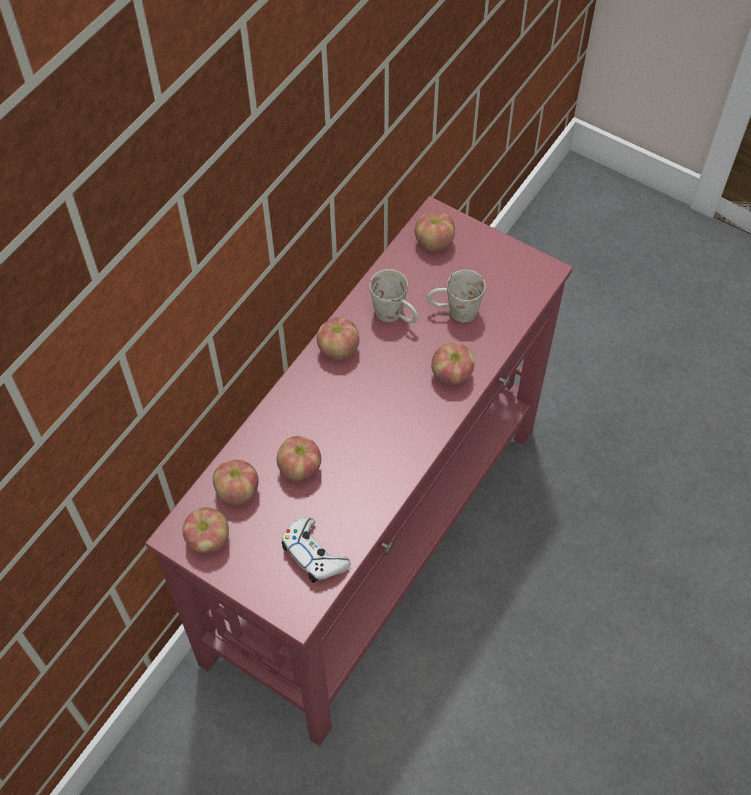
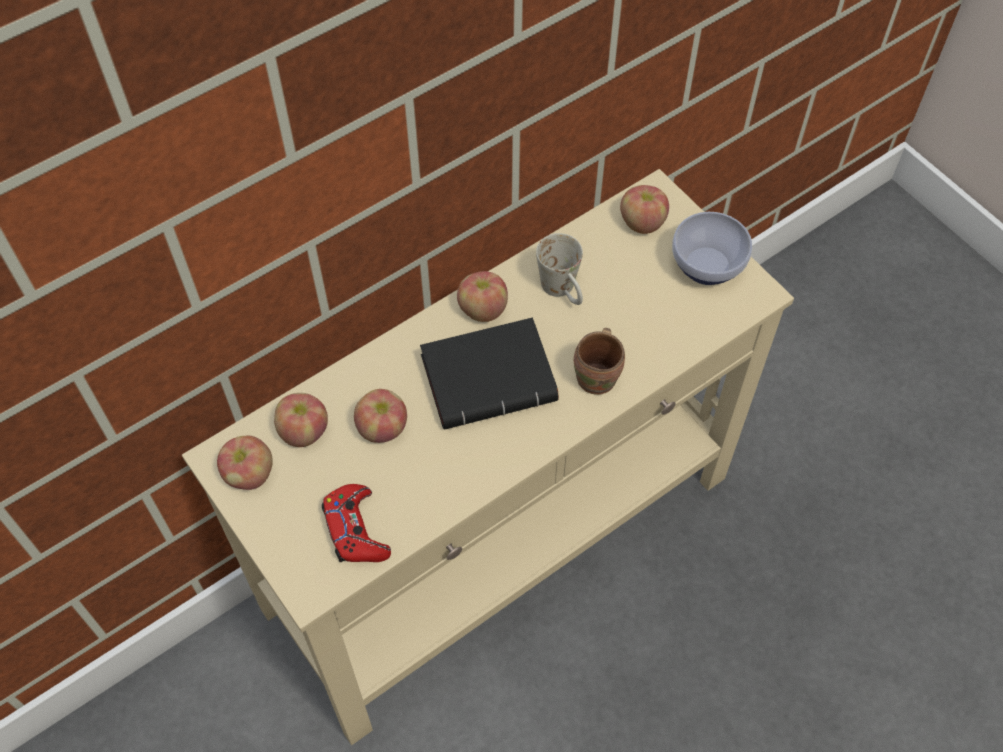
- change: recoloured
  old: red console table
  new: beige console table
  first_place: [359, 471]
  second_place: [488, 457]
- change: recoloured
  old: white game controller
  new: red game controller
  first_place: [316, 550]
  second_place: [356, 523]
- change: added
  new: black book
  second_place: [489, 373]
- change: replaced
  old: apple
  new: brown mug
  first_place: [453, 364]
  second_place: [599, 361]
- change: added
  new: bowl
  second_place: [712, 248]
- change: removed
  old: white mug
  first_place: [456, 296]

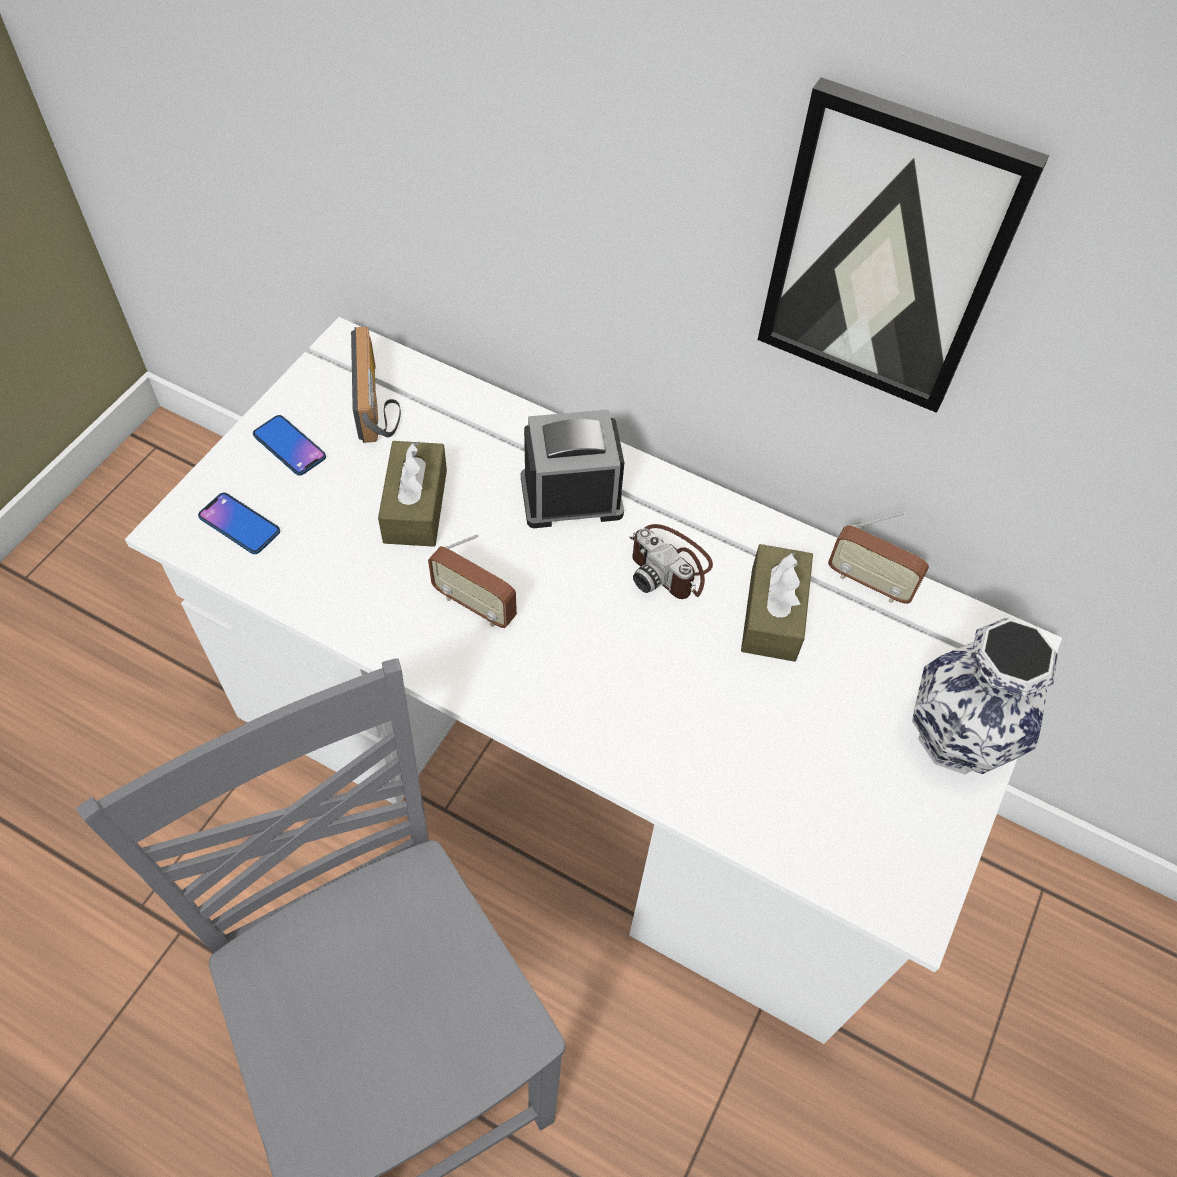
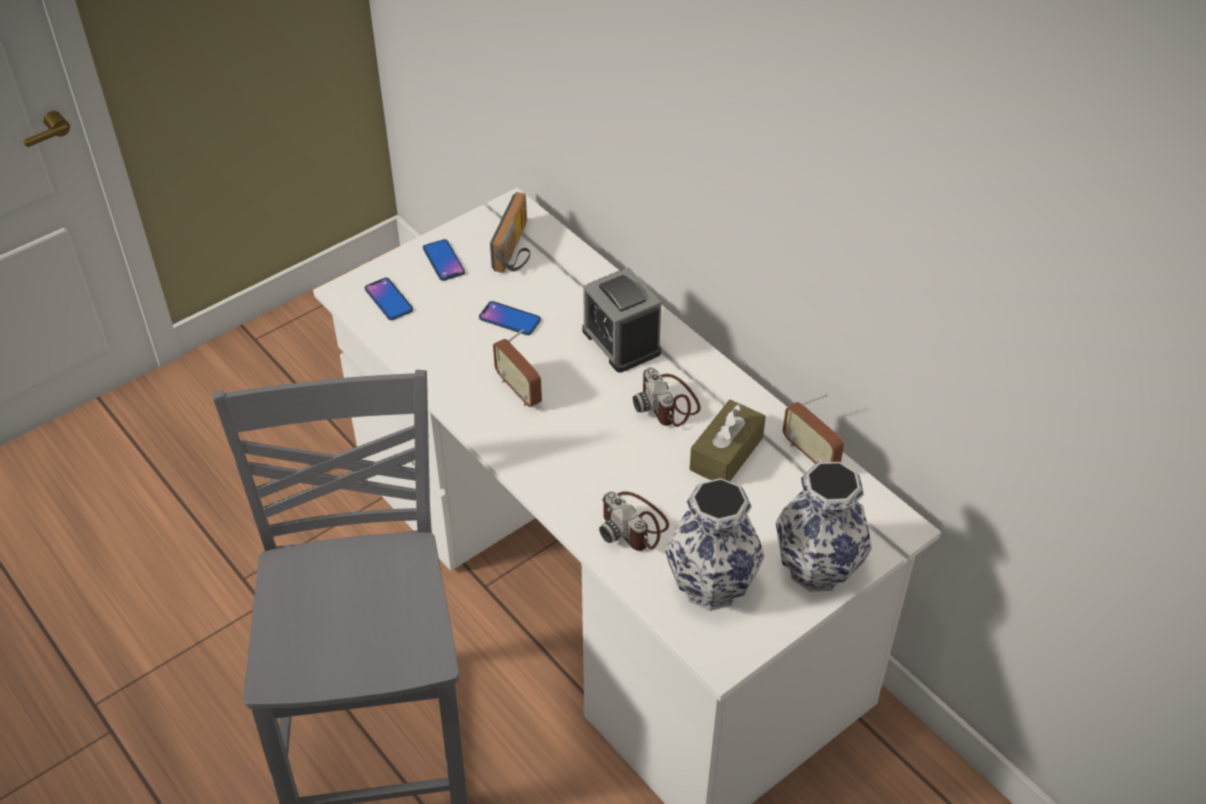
- change: replaced
  old: brown tissue box
  new: phone
  first_place: [412, 494]
  second_place: [510, 318]
- change: turned
  old: alarm clock
  first_place: [572, 469]
  second_place: [622, 320]
  degrees: -135
- change: added
  new: photo camera
  second_place: [634, 521]
- change: added
  new: vase
  second_place: [714, 544]
- change: removed
  old: picture
  first_place: [903, 245]

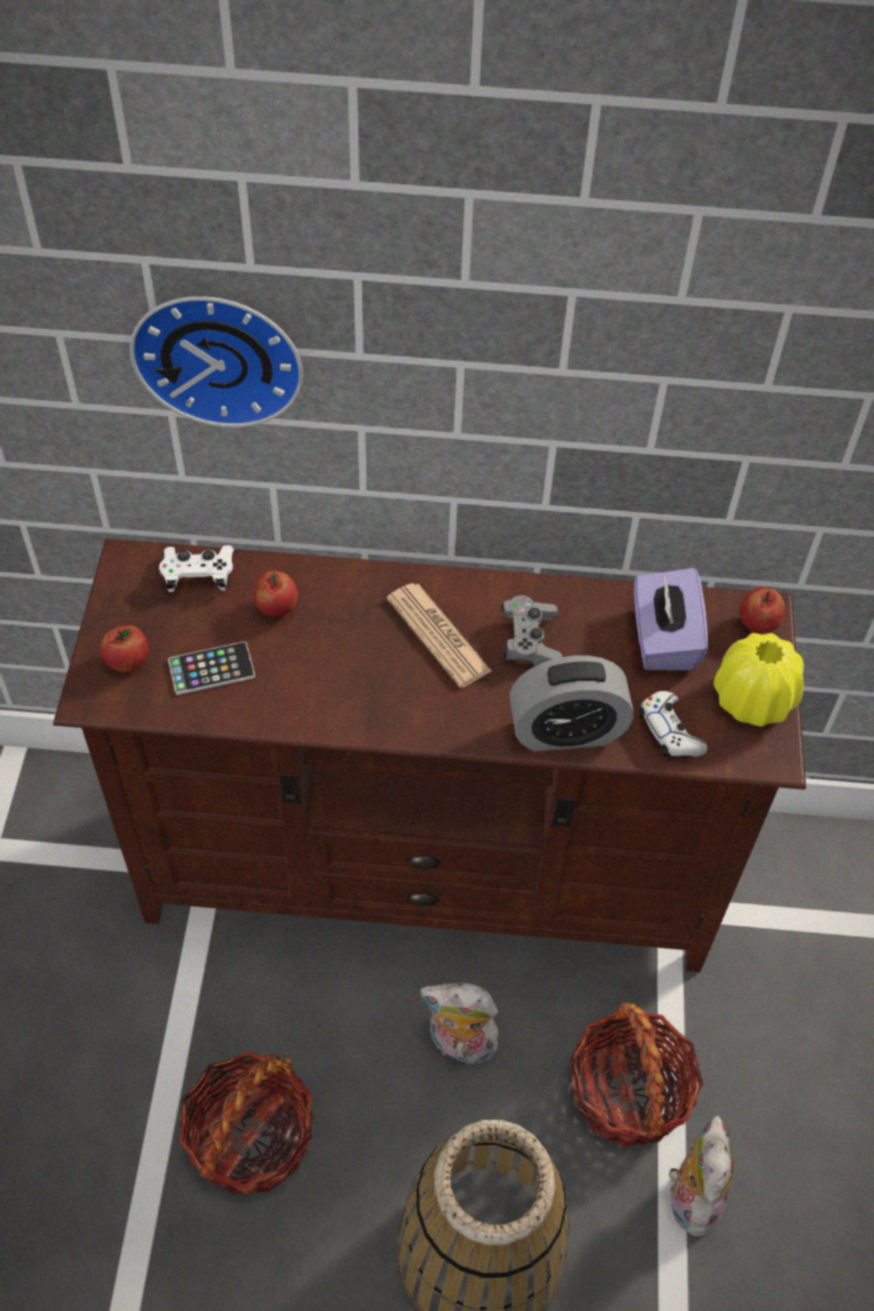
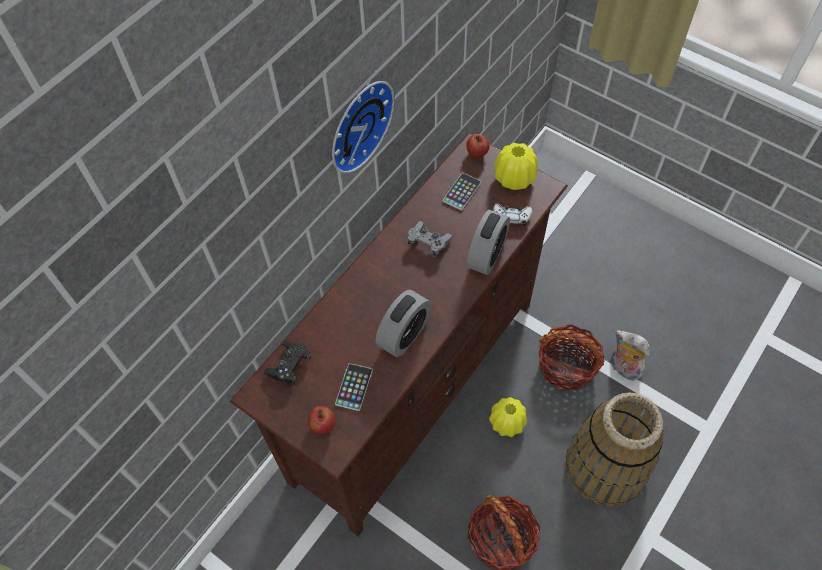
- change: recoloured
  old: white game controller
  new: black game controller
  first_place: [196, 568]
  second_place: [288, 362]
- change: moved
  old: wall clock
  first_place: [216, 362]
  second_place: [363, 127]
- change: added
  new: alarm clock
  second_place: [404, 323]
- change: replaced
  old: purple tissue box
  new: phone
  first_place: [671, 619]
  second_place: [462, 192]
- change: replaced
  old: plush toy
  new: yellow vase
  first_place: [459, 1025]
  second_place: [508, 417]
- change: removed
  old: apple
  first_place: [275, 593]
- change: removed
  old: newspaper
  first_place: [439, 635]

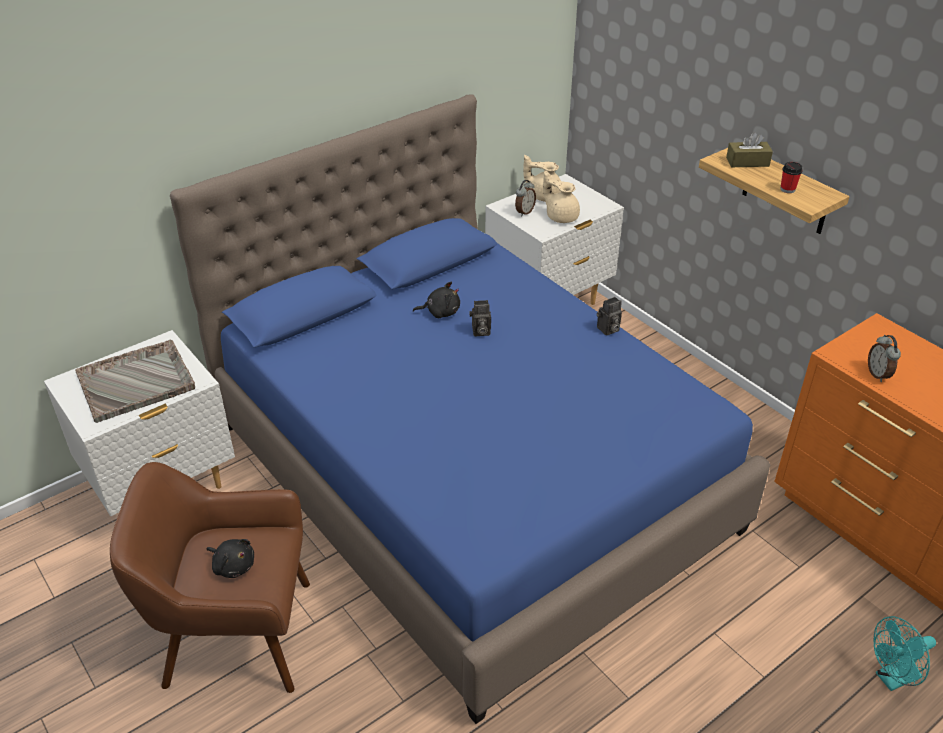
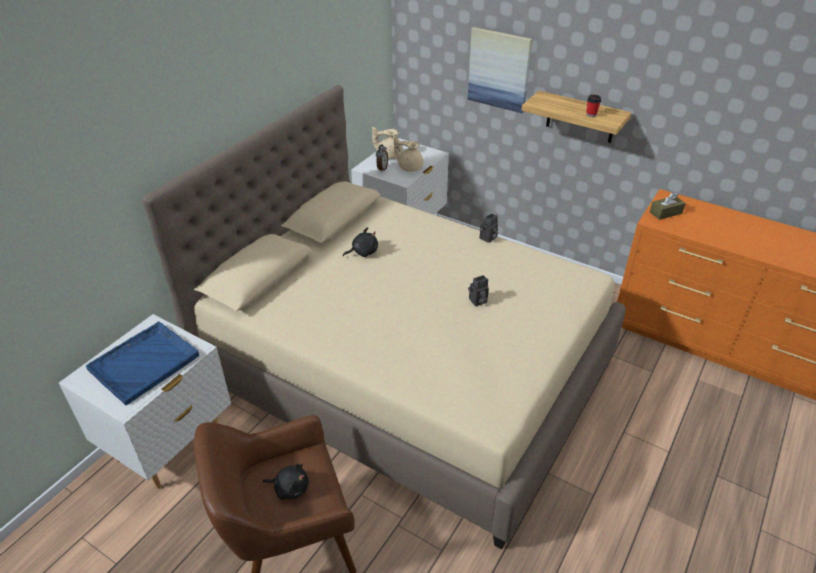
- change: recoloured
  old: grey tray
  new: blue tray
  first_place: [135, 381]
  second_place: [142, 363]
- change: recoloured
  old: blue bed
  new: beige bed
  first_place: [470, 409]
  second_place: [384, 317]
- change: added
  new: picture
  second_place: [500, 70]
- change: moved
  old: photo camera
  first_place: [480, 318]
  second_place: [478, 290]
- change: moved
  old: brown tissue box
  first_place: [749, 149]
  second_place: [668, 206]
- change: removed
  old: alarm clock
  first_place: [884, 358]
- change: removed
  old: turquoise fan
  first_place: [904, 653]

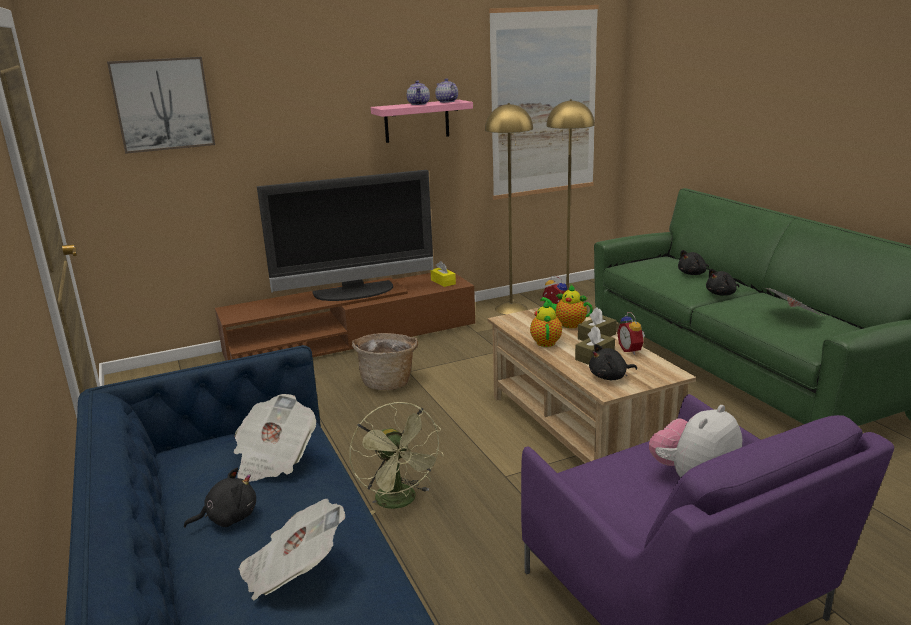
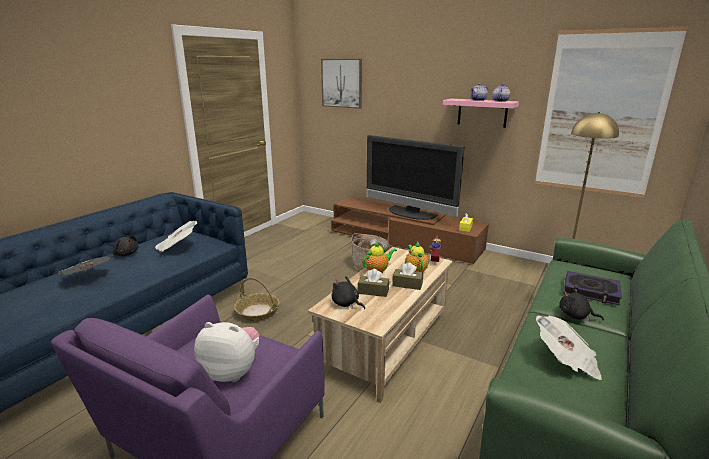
- change: replaced
  old: green fan
  new: basket
  first_place: [396, 458]
  second_place: [257, 299]
- change: replaced
  old: black plush toy
  new: book
  first_place: [693, 262]
  second_place: [593, 288]
- change: removed
  old: yellow floor lamp
  first_place: [509, 208]
- change: removed
  old: alarm clock
  first_place: [631, 333]

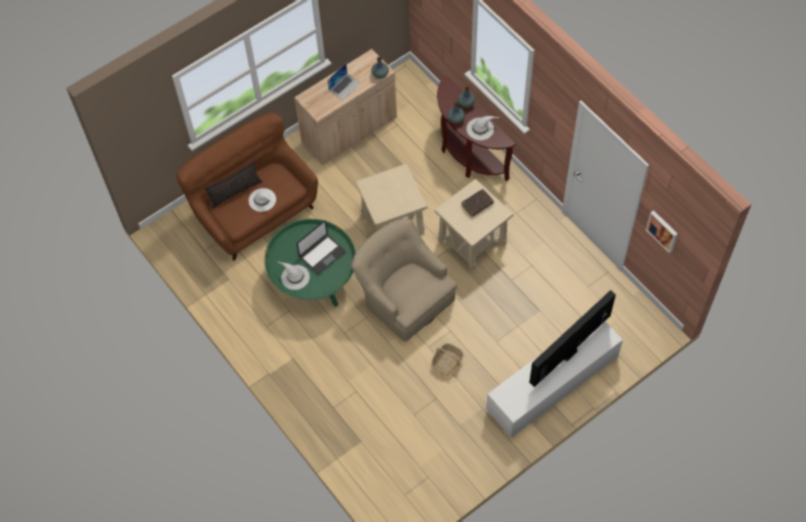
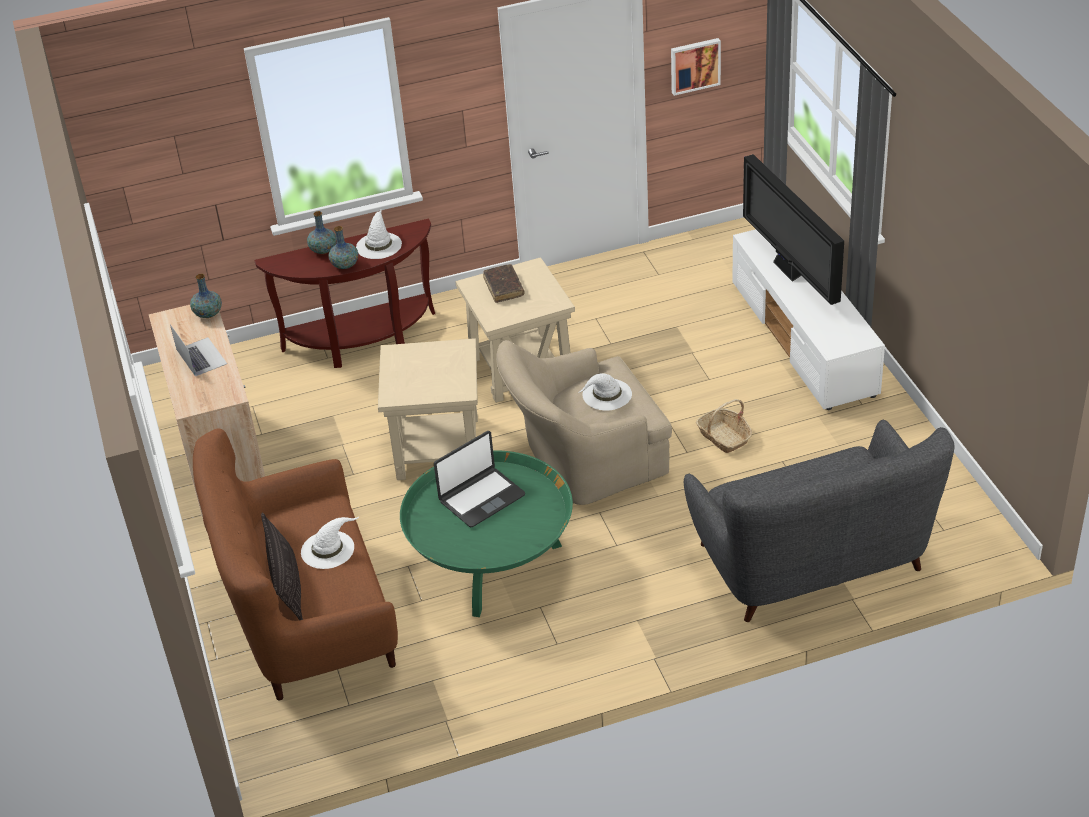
- change: turned
  old: laptop
  first_place: [321, 247]
  second_place: [479, 479]
  degrees: 75
- change: moved
  old: white hat
  first_place: [293, 275]
  second_place: [605, 391]
- change: added
  new: grey sofa
  second_place: [819, 521]

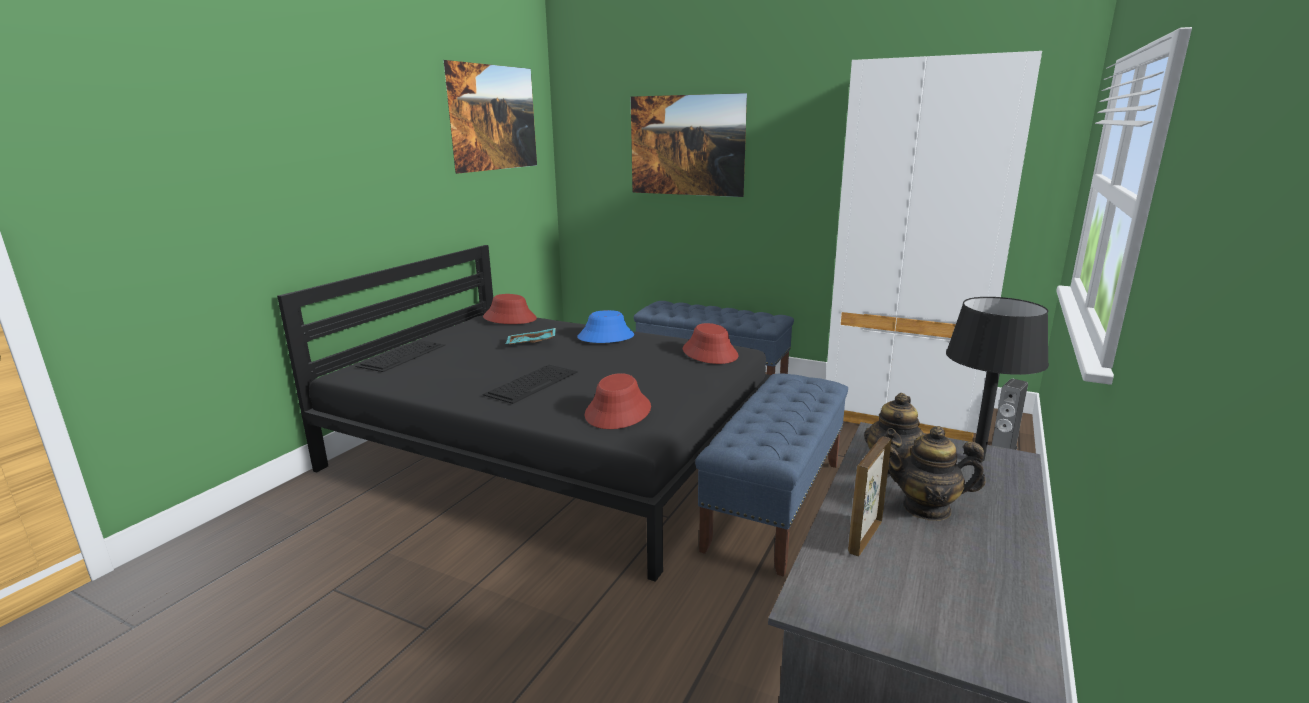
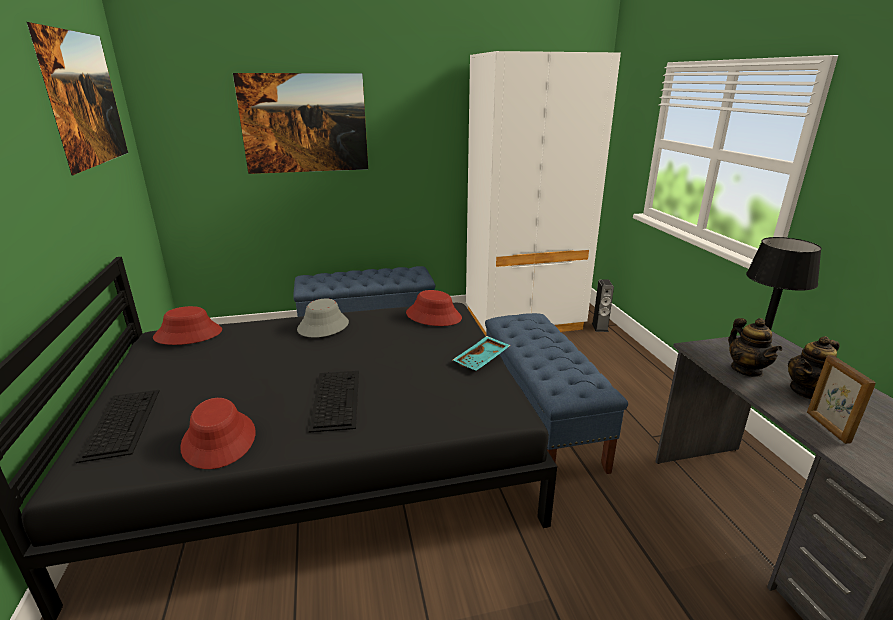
- change: moved
  old: red hat
  first_place: [618, 401]
  second_place: [218, 433]
- change: recoloured
  old: blue hat
  new: grey hat
  first_place: [605, 326]
  second_place: [323, 318]
- change: moved
  old: turquoise tray
  first_place: [531, 336]
  second_place: [482, 353]

